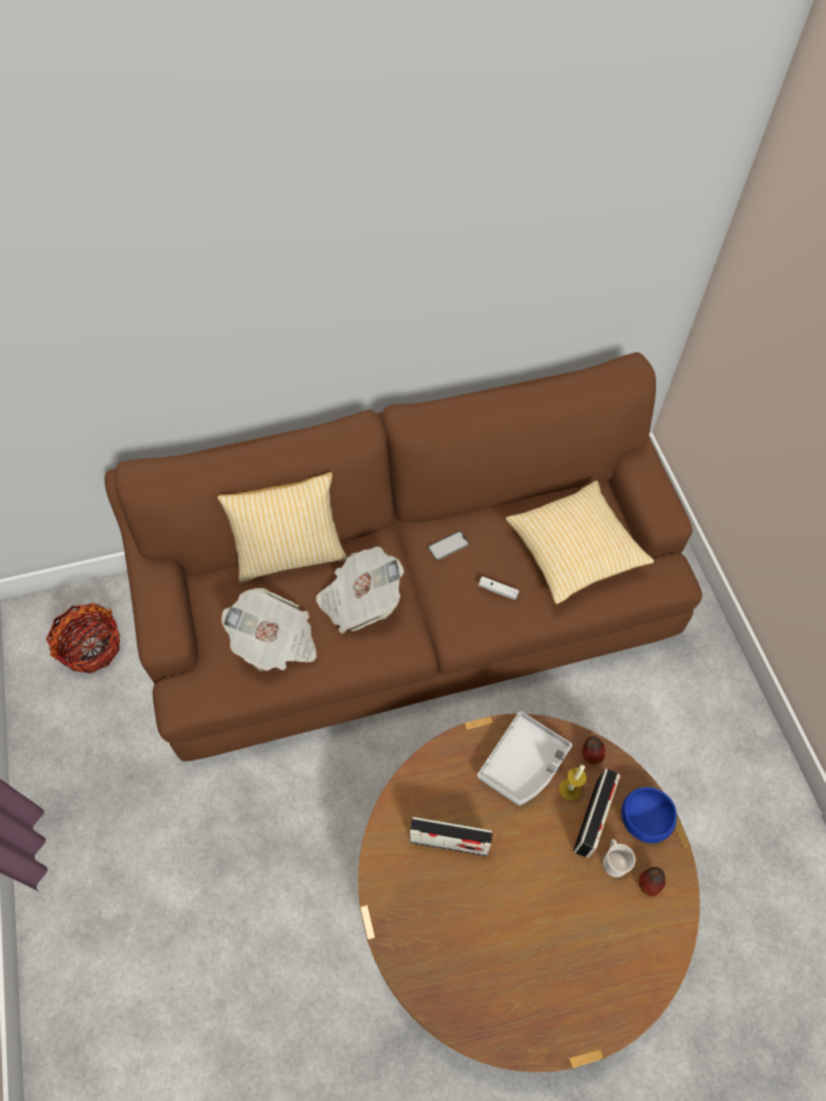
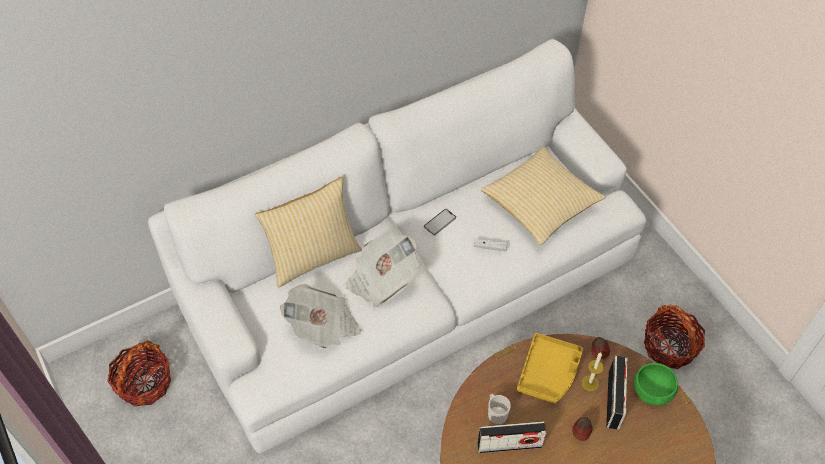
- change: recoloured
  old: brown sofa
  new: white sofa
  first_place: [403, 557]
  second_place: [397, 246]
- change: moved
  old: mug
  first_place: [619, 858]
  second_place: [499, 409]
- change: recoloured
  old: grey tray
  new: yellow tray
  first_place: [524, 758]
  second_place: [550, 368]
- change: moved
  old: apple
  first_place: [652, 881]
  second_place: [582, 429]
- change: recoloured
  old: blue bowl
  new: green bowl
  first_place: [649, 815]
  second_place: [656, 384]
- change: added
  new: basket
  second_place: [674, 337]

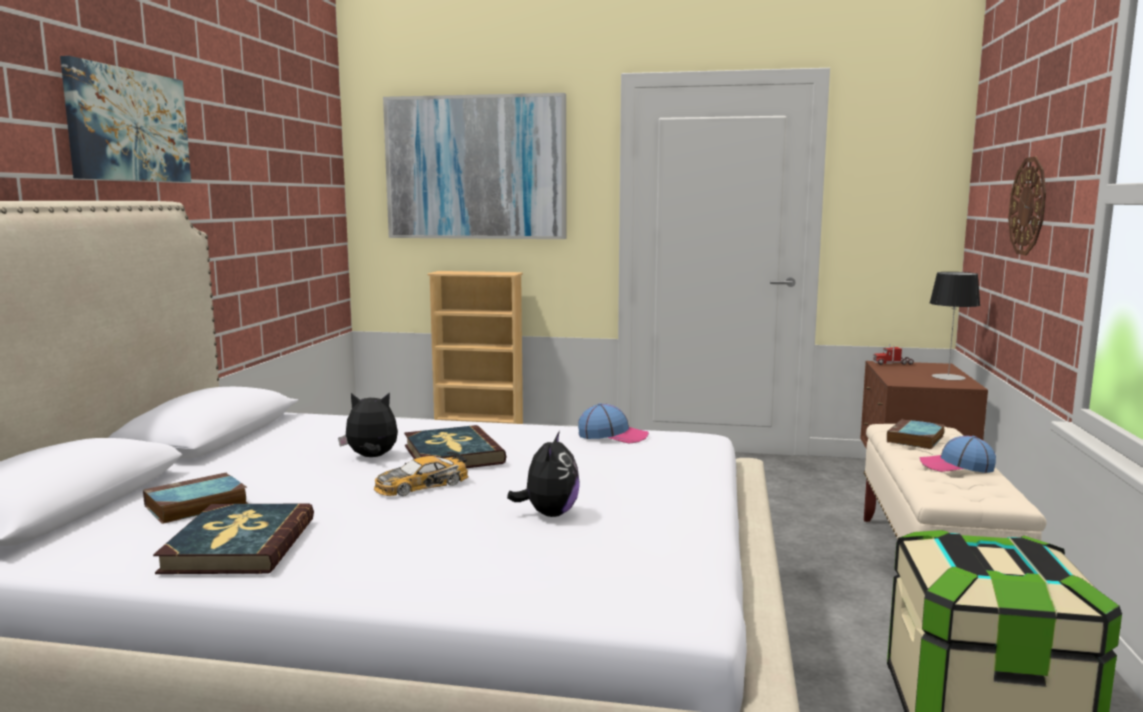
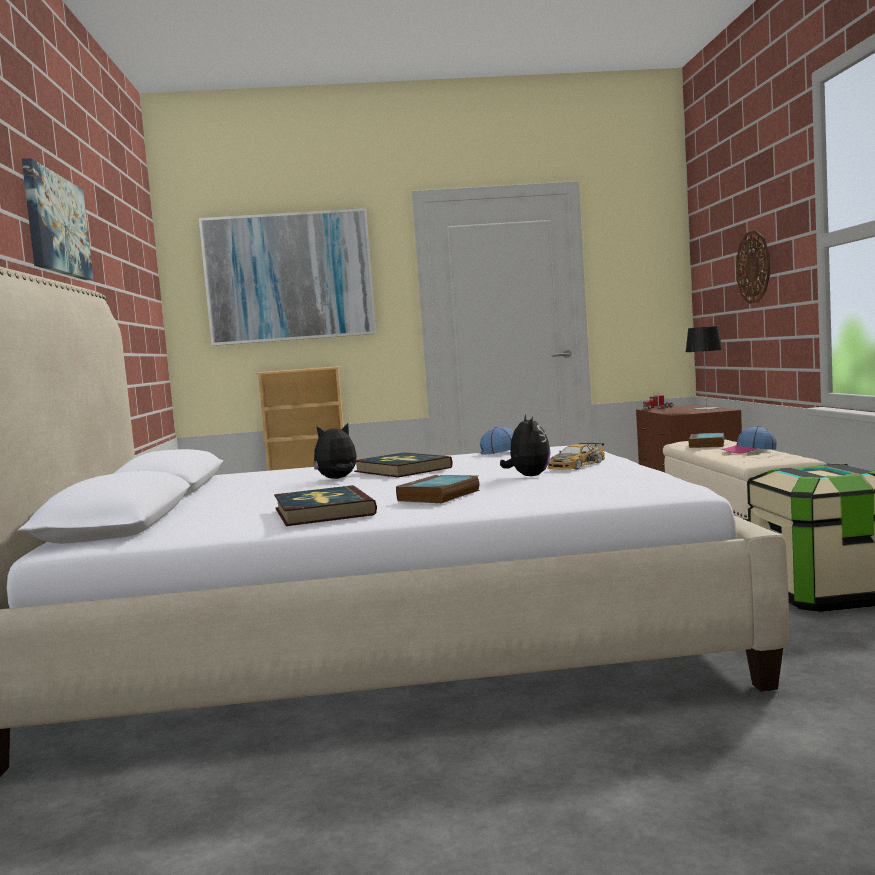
- change: moved
  old: book
  first_place: [195, 498]
  second_place: [438, 489]
- change: moved
  old: toy car
  first_place: [421, 473]
  second_place: [576, 456]

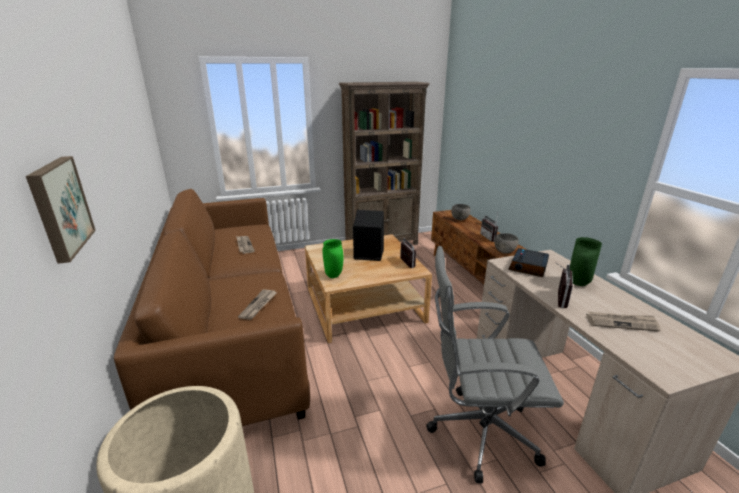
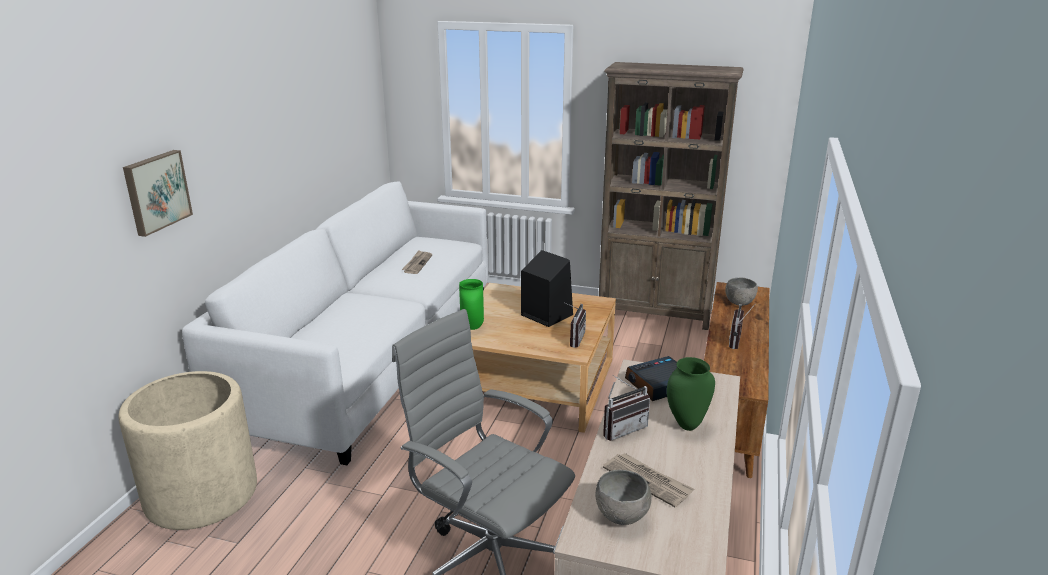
- change: recoloured
  old: brown sofa
  new: white sofa
  first_place: [212, 307]
  second_place: [335, 323]
- change: moved
  old: grey bowl
  first_place: [506, 243]
  second_place: [623, 497]
- change: removed
  old: newspaper
  first_place: [257, 304]

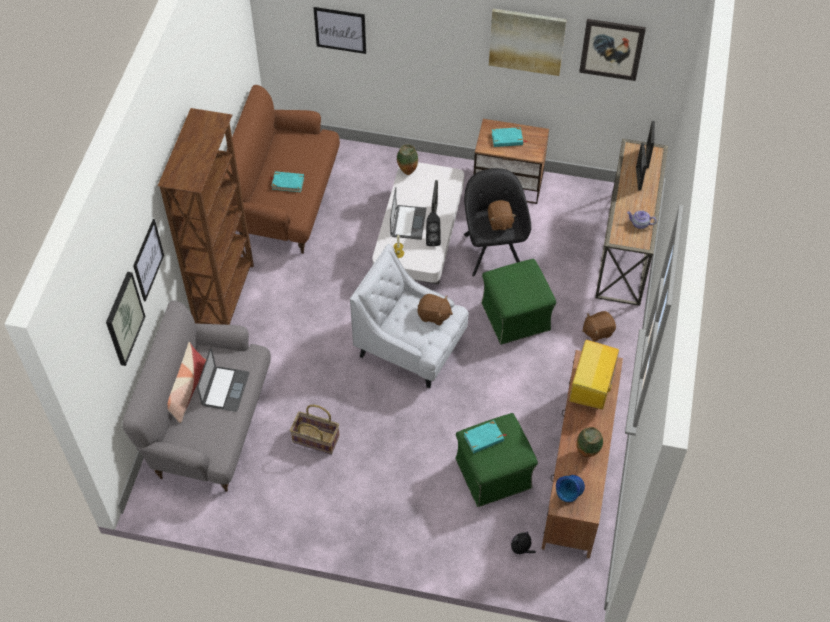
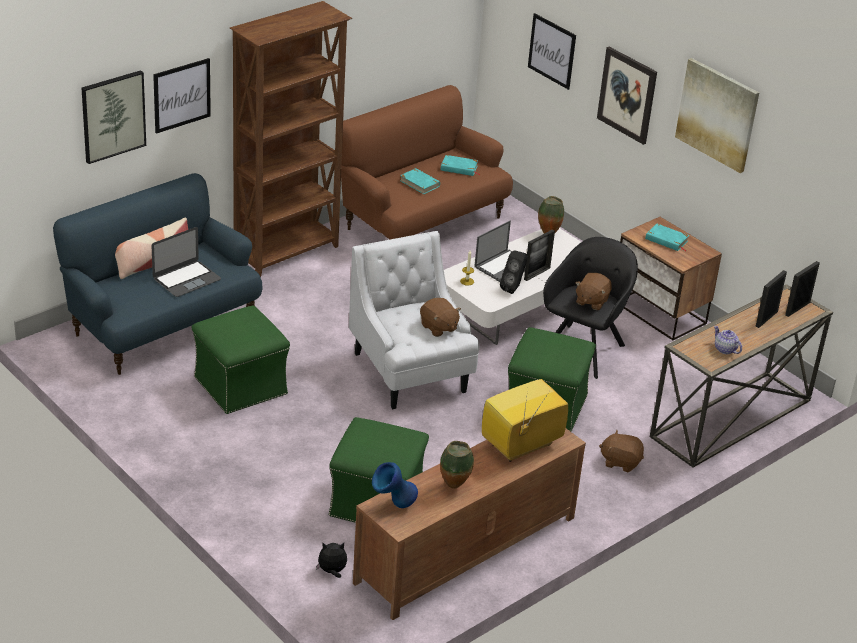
- change: recoloured
  old: grey sofa
  new: blue sofa
  first_place: [196, 396]
  second_place: [157, 274]
- change: replaced
  old: basket
  new: green ottoman
  first_place: [315, 430]
  second_place: [241, 359]
- change: moved
  old: turquoise book
  first_place: [485, 436]
  second_place: [460, 165]
- change: moved
  old: picture
  first_place: [612, 50]
  second_place: [627, 96]

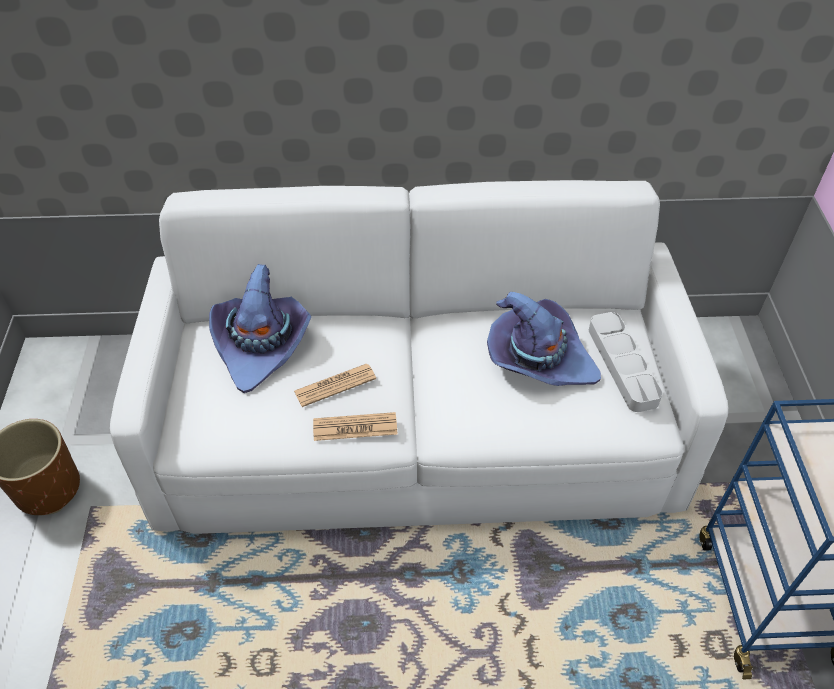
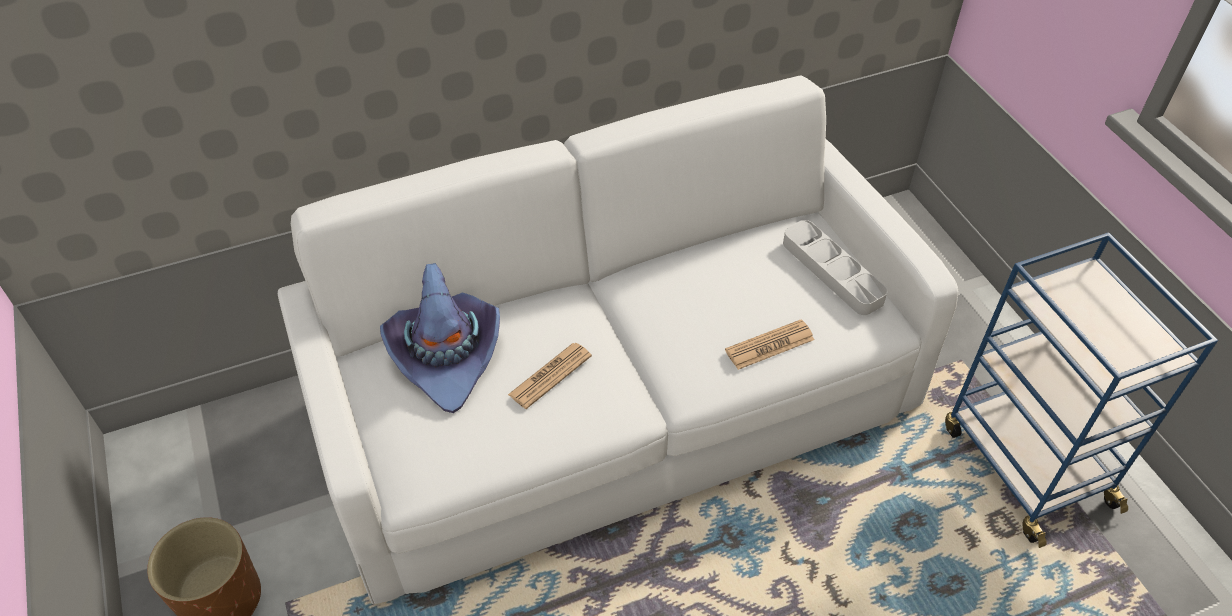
- change: moved
  old: newspaper
  first_place: [355, 426]
  second_place: [770, 344]
- change: removed
  old: purple hat
  first_place: [544, 339]

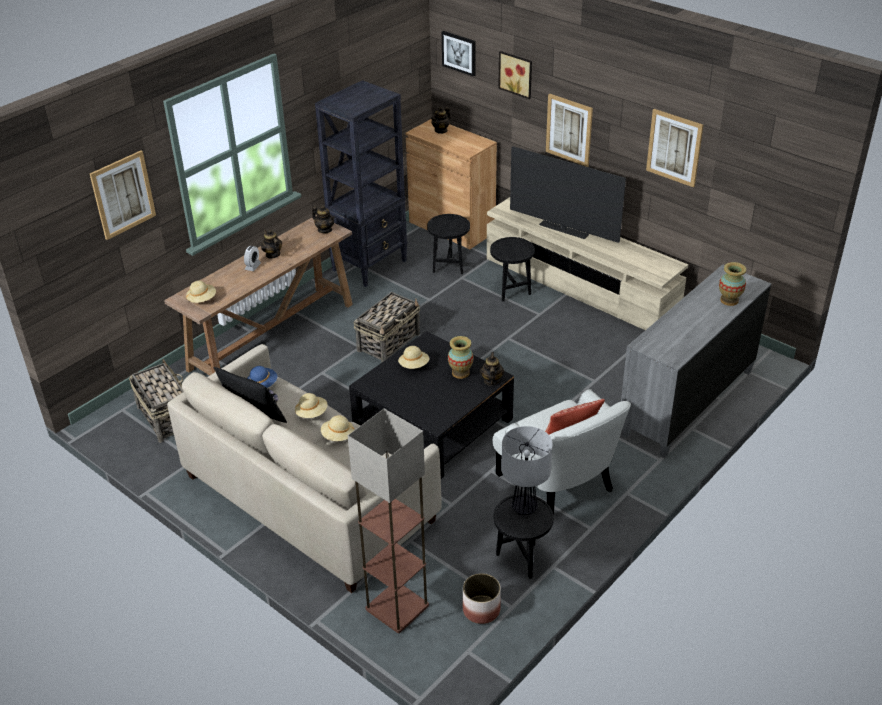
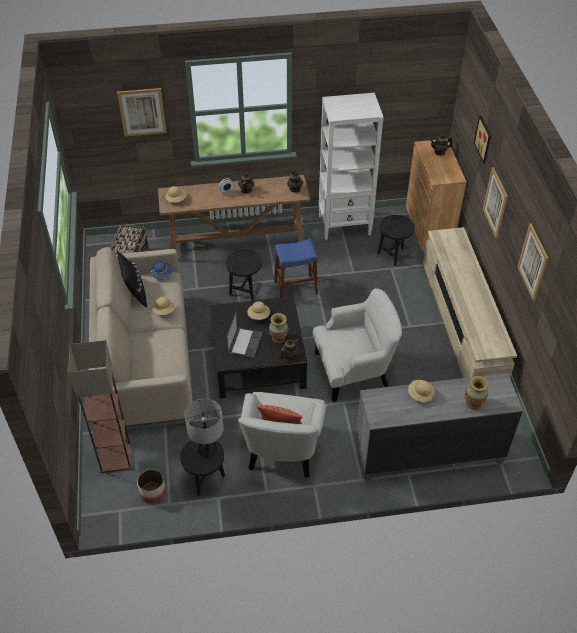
- change: moved
  old: black side table
  first_place: [512, 269]
  second_place: [244, 275]
- change: added
  new: laptop
  second_place: [244, 335]
- change: replaced
  old: basket
  new: blue stool
  first_place: [387, 327]
  second_place: [296, 268]
- change: added
  new: white armchair
  second_place: [357, 345]
- change: recoloured
  old: black bookcase
  new: white bookcase
  first_place: [361, 183]
  second_place: [351, 166]
- change: moved
  old: beige hat
  first_place: [338, 428]
  second_place: [421, 391]
- change: removed
  old: picture
  first_place: [459, 53]
- change: removed
  old: television
  first_place: [568, 194]

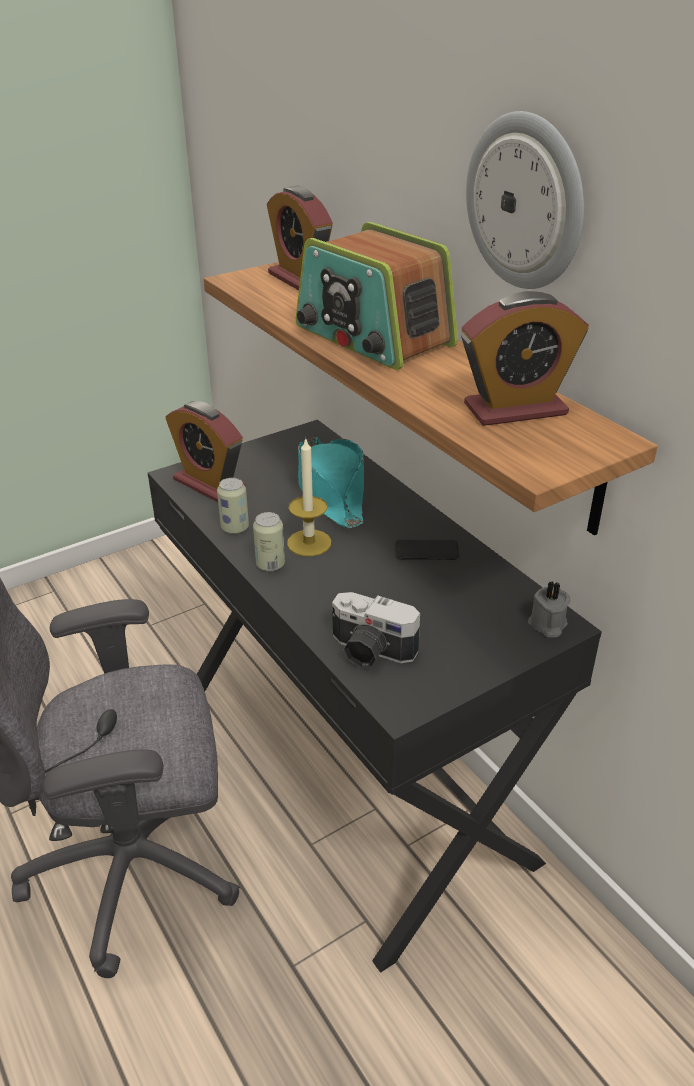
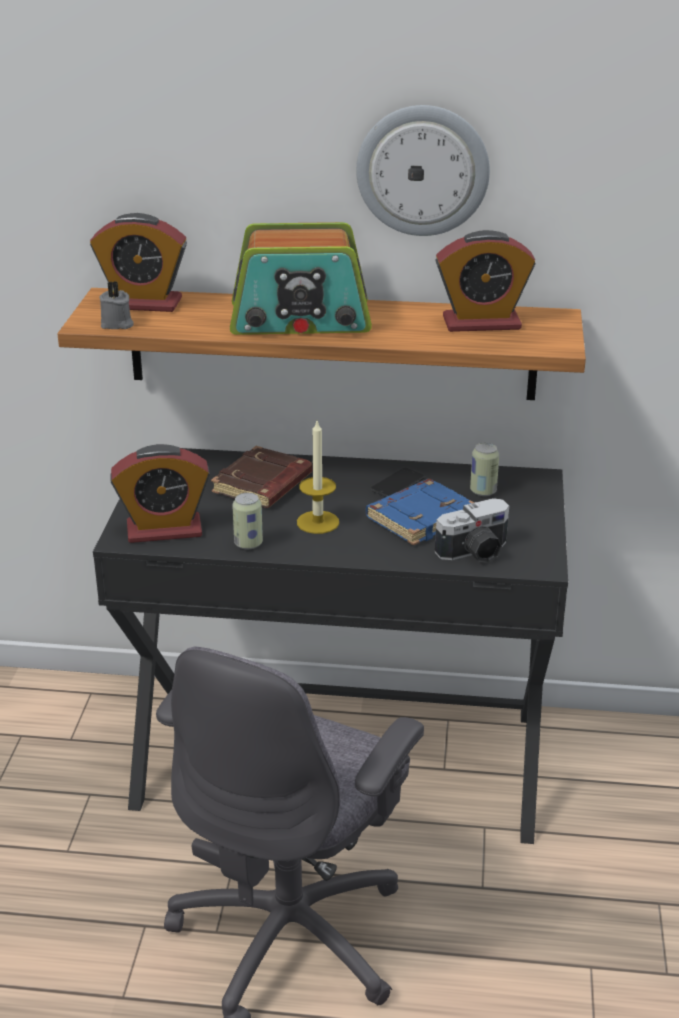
- change: moved
  old: grey candle
  first_place: [549, 610]
  second_place: [116, 305]
- change: replaced
  old: turquoise hat
  new: brown book
  first_place: [331, 482]
  second_place: [261, 477]
- change: added
  new: blue book
  second_place: [420, 512]
- change: turned
  old: alarm clock
  first_place: [525, 358]
  second_place: [485, 281]
  degrees: 60
- change: moved
  old: can
  first_place: [269, 541]
  second_place: [484, 469]

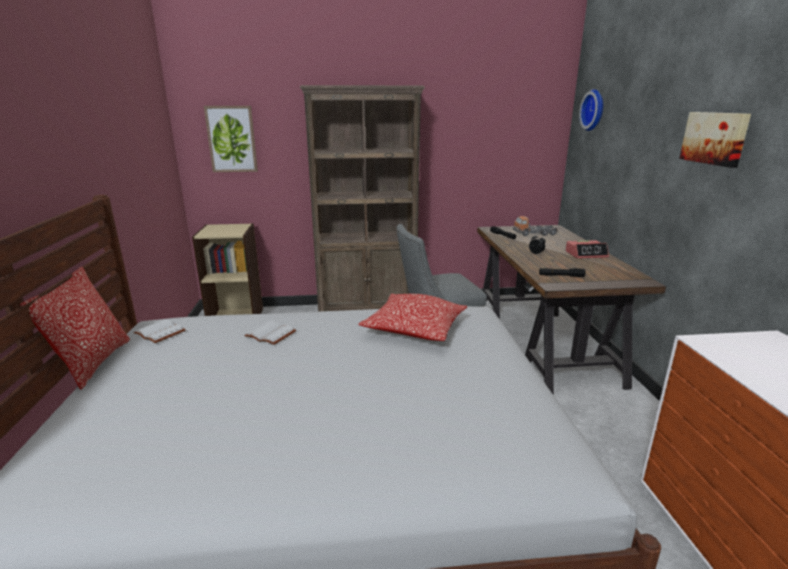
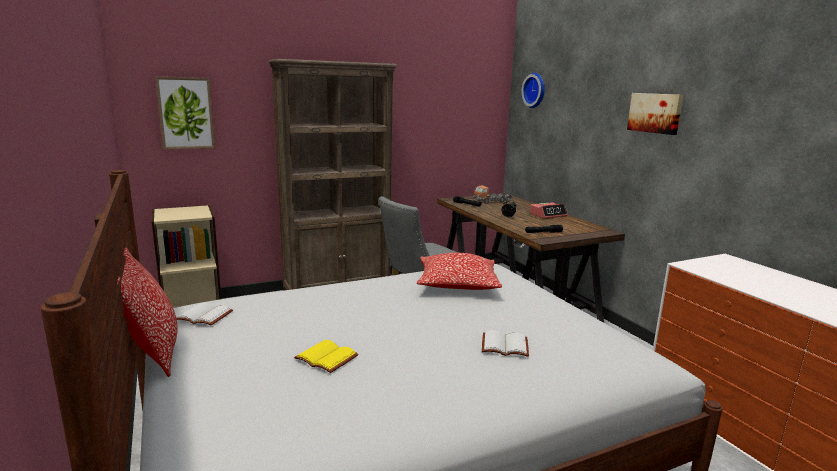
- change: added
  new: yellow book
  second_place: [326, 356]
- change: moved
  old: white book
  first_place: [270, 333]
  second_place: [505, 343]

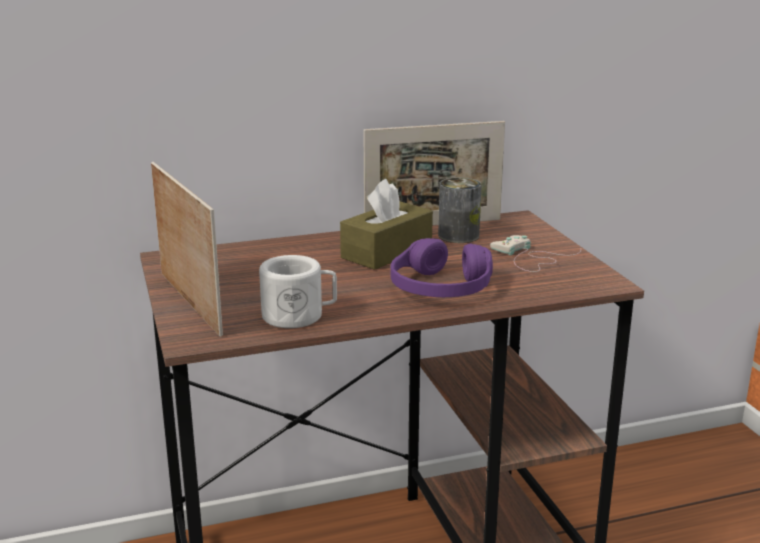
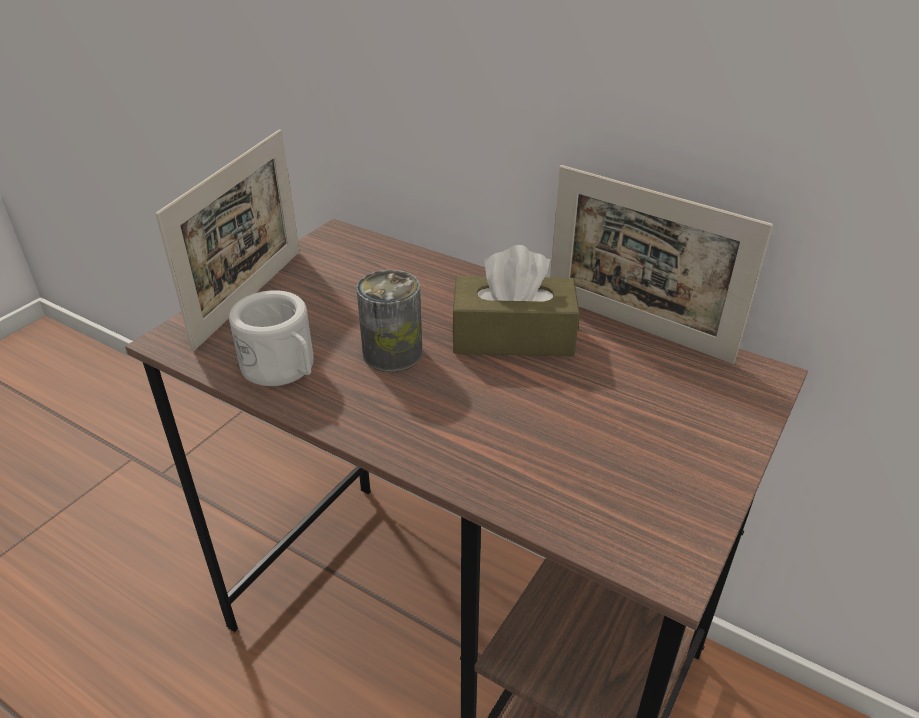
- change: moved
  old: can
  first_place: [460, 210]
  second_place: [389, 321]
- change: removed
  old: purple headphones
  first_place: [442, 267]
- change: removed
  old: white game controller
  first_place: [535, 253]

